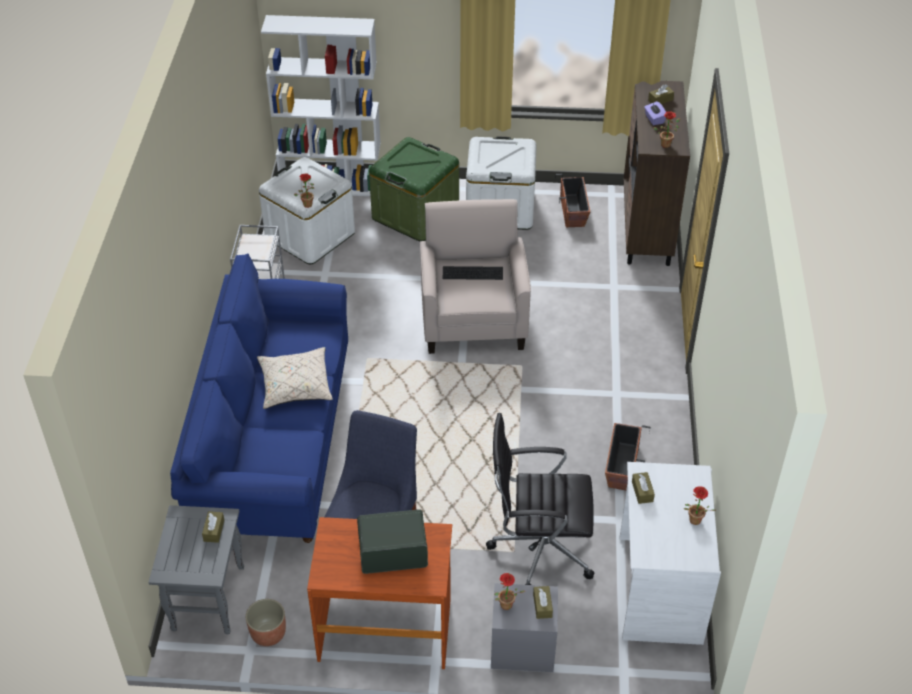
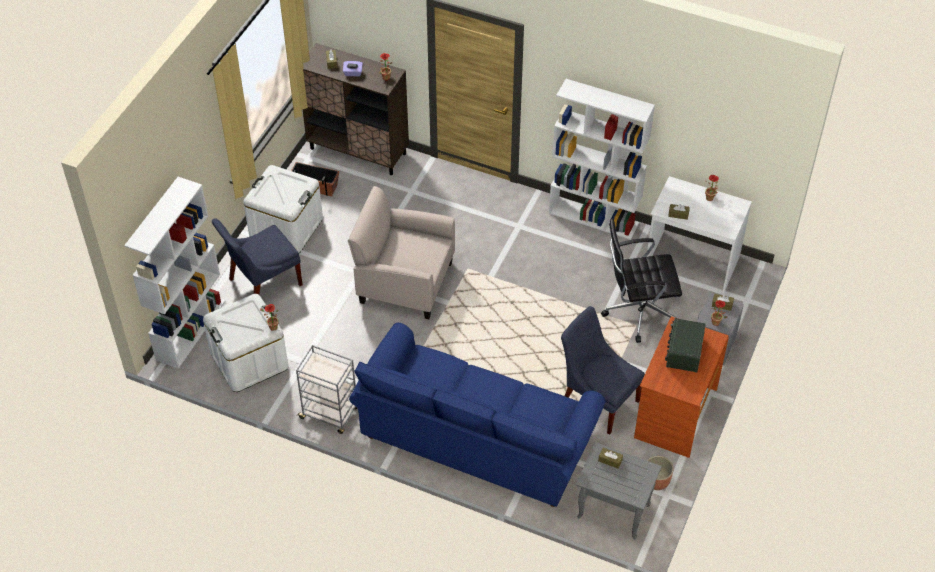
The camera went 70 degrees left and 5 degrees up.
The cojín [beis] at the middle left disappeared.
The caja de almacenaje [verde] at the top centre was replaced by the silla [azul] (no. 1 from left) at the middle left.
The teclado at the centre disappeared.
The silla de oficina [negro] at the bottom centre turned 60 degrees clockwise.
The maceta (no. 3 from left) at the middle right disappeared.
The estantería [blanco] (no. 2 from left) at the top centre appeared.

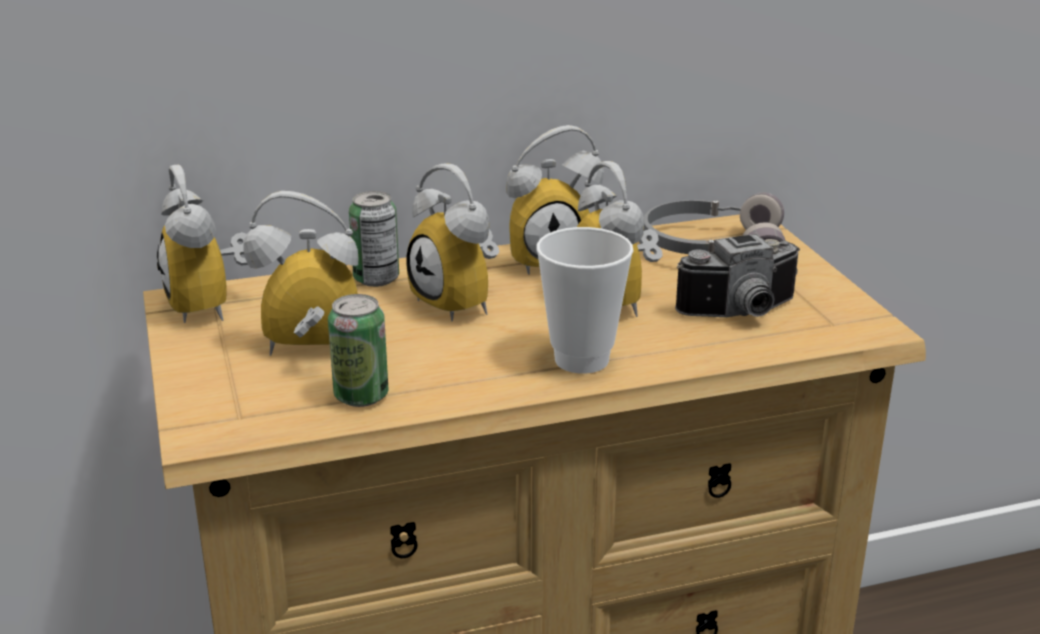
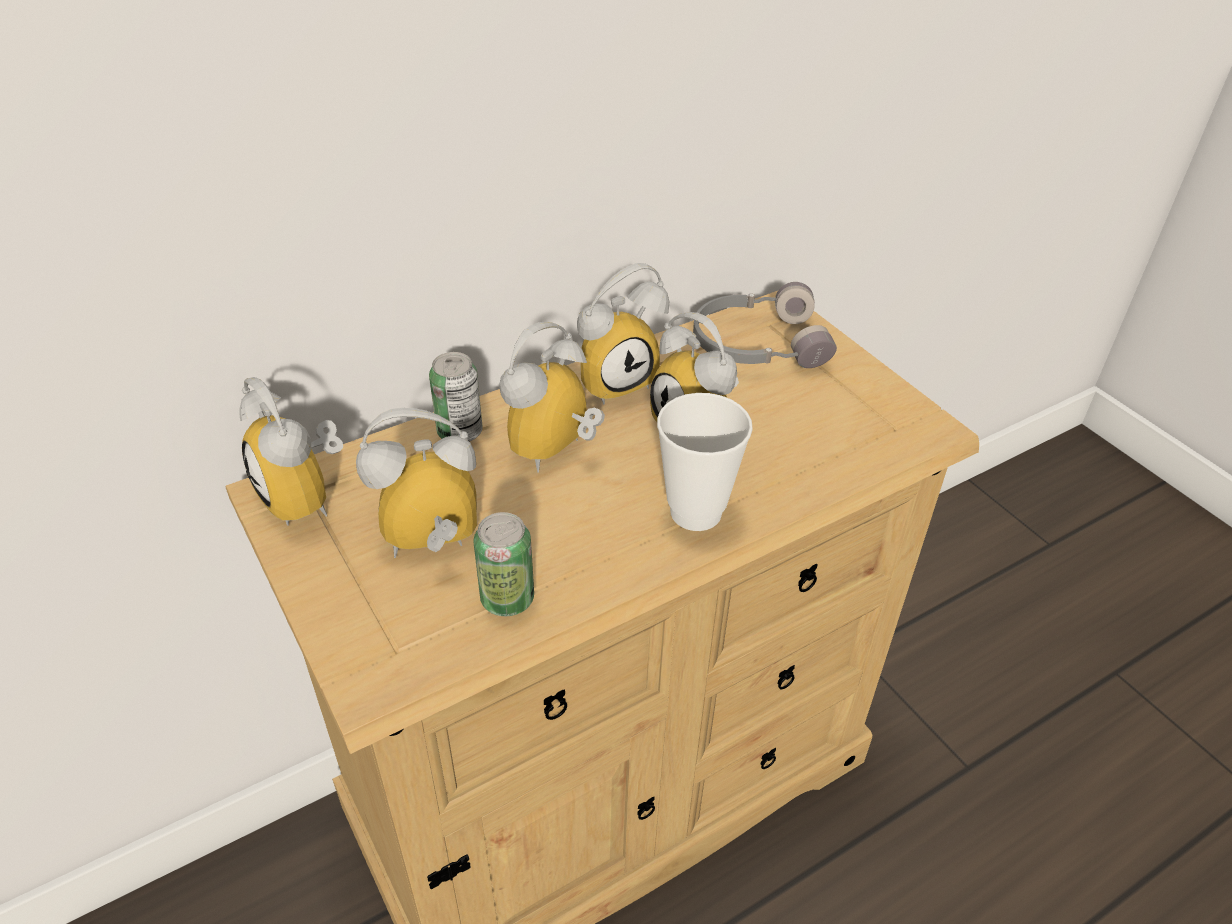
The camera went 15 degrees left and 15 degrees up.
The despertador (no. 3 from left) at the centre turned 90 degrees clockwise.
The cámara at the middle right disappeared.

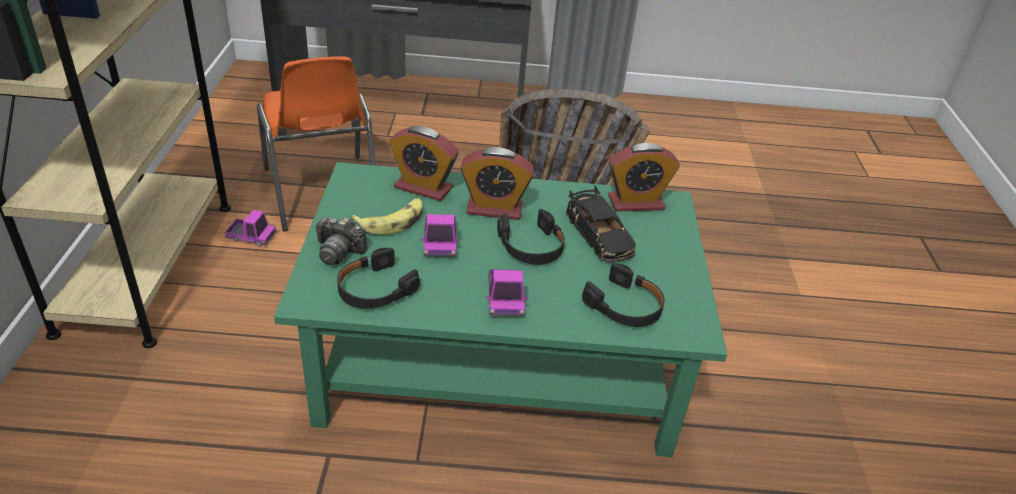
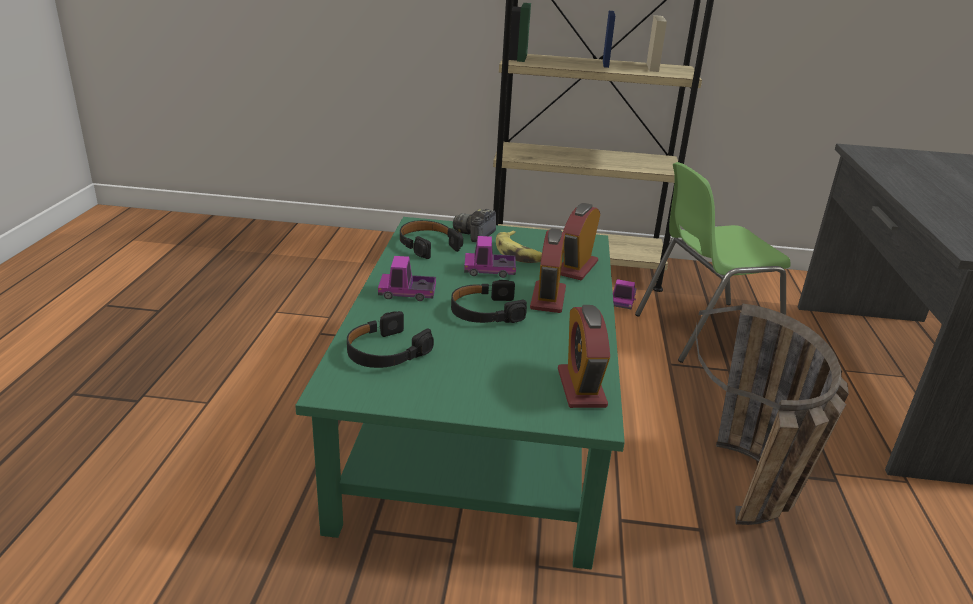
The camera went 95 degrees right and 10 degrees down.
The silla [naranja] at the top left became the silla [verde] at the middle right.
The coche de juguete [negro] at the centre disappeared.

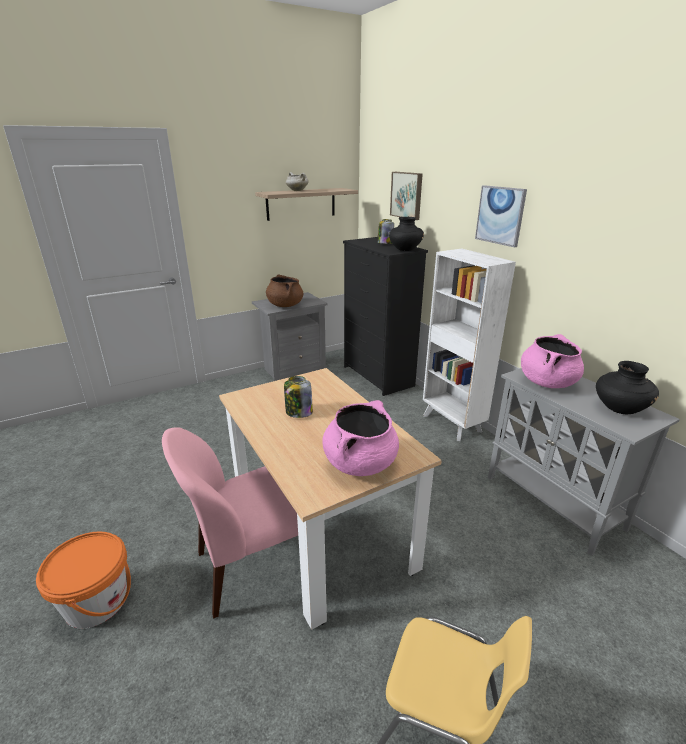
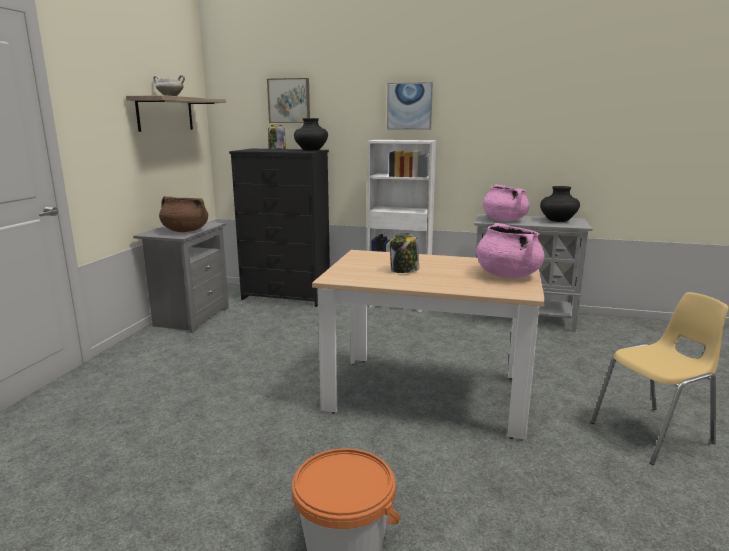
The camera went 45 degrees left and 10 degrees down.
The silla [rosa] at the bottom centre disappeared.

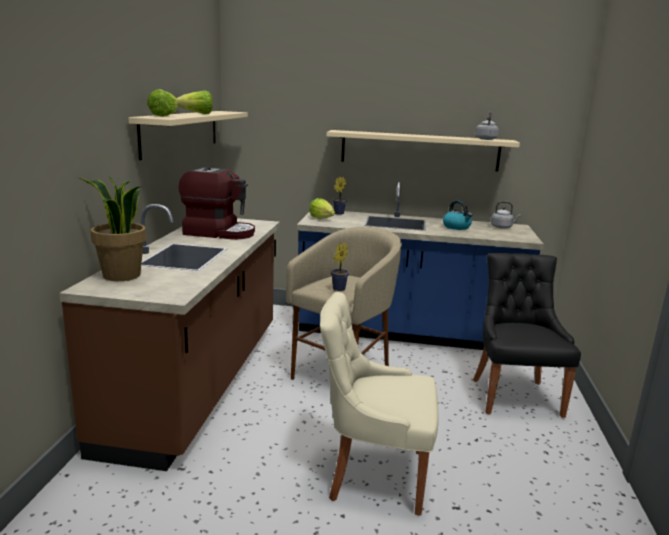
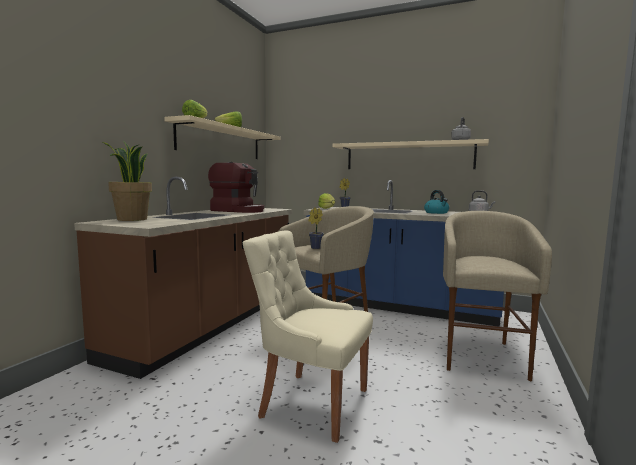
The camera went 15 degrees right and 10 degrees down.
The silla [negro] at the middle right was replaced by the taburete [beis] (no. 2 from left) at the middle right.

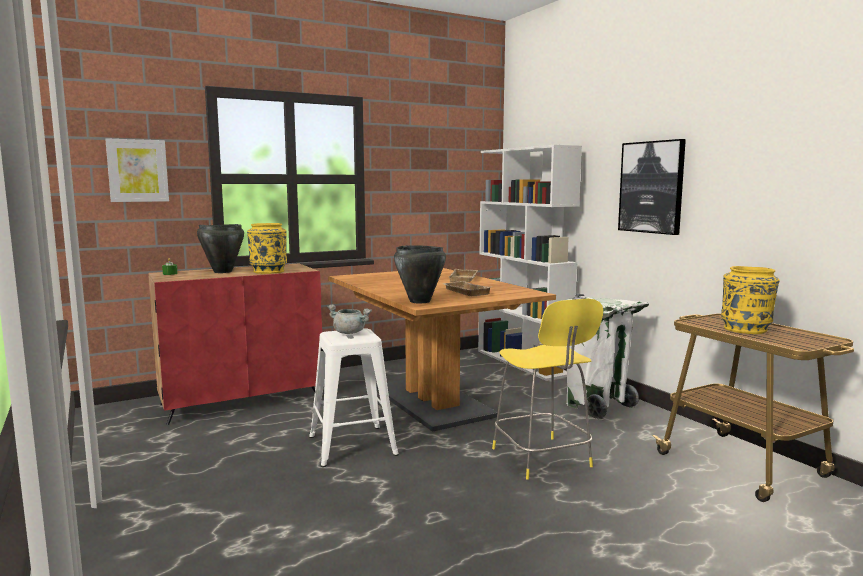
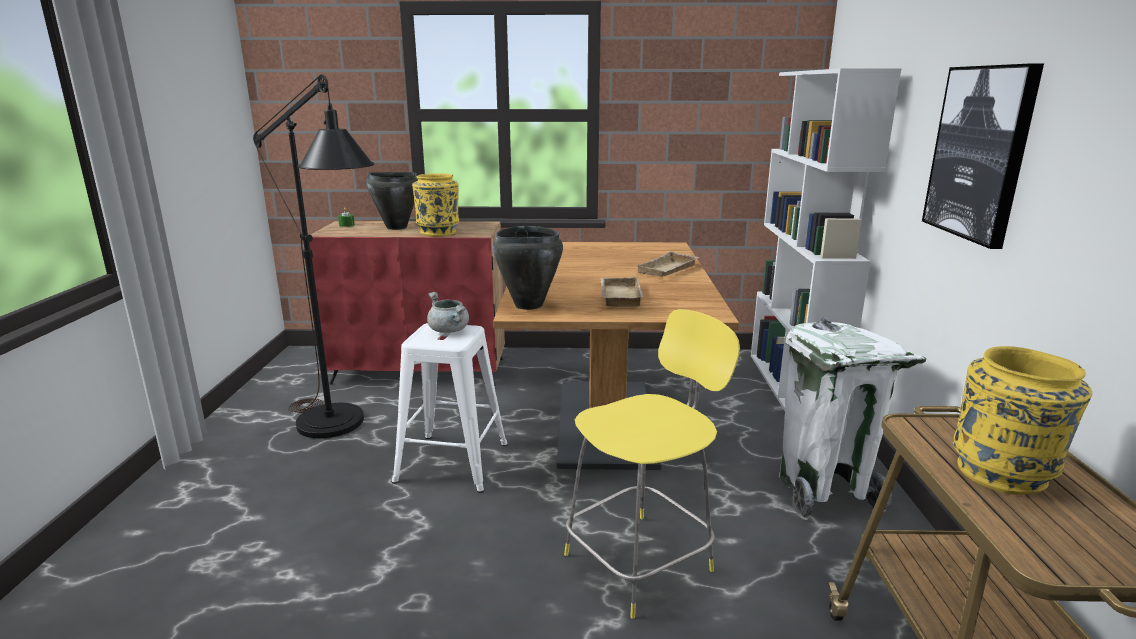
The camera went 30 degrees right and 10 degrees up.
The cuadro (no. 1 from left) at the top left disappeared.
The silla [amarillo] at the bottom centre turned 135 degrees counterclockwise.
The lámpara de pie [negro] at the middle left appeared.

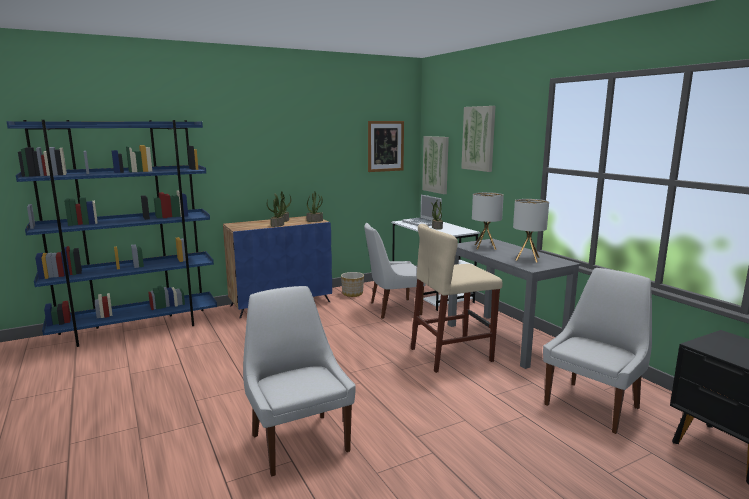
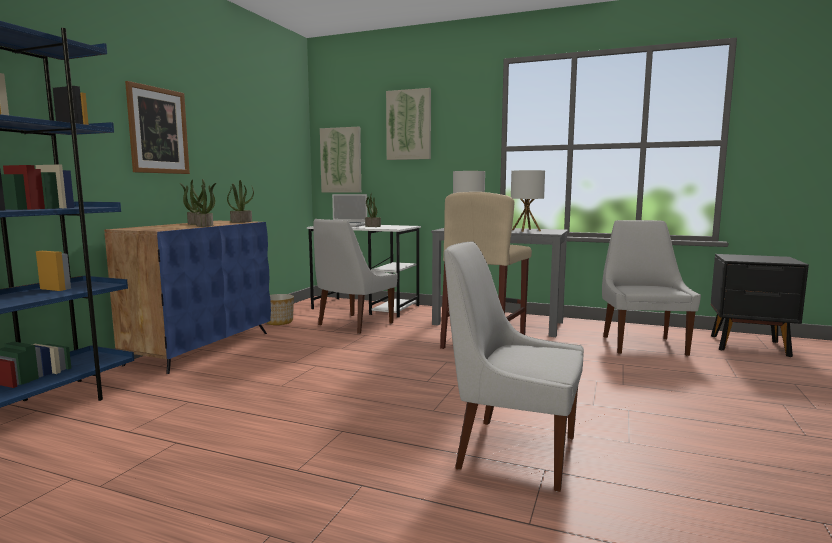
The camera went 40 degrees left and 5 degrees down.
The cuadro (no. 1 from left) moved from the top centre to the top left.

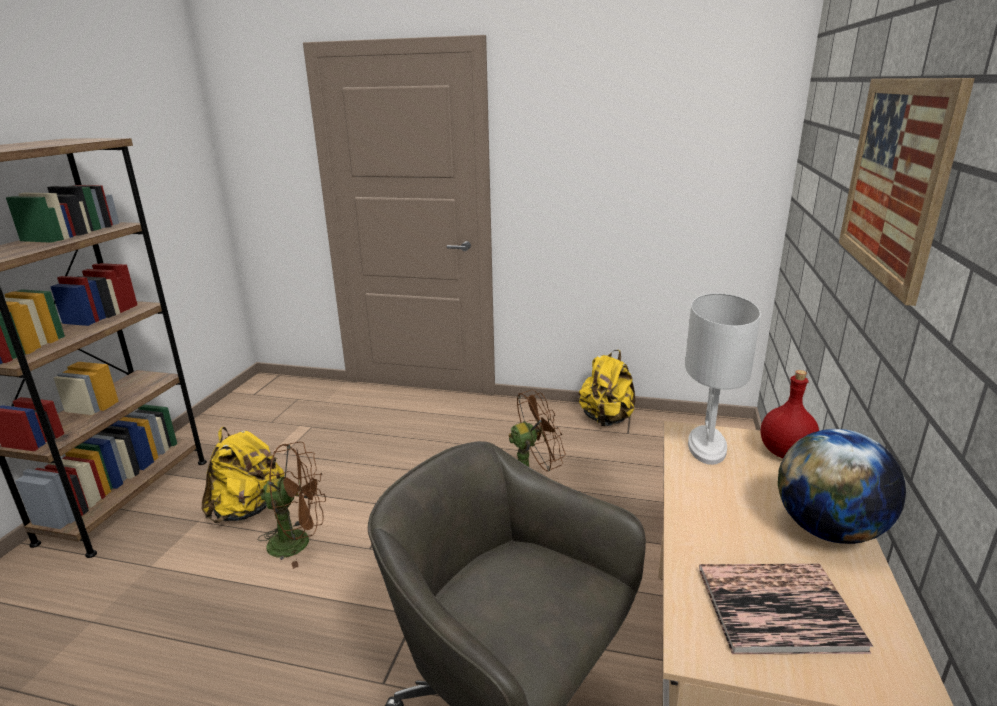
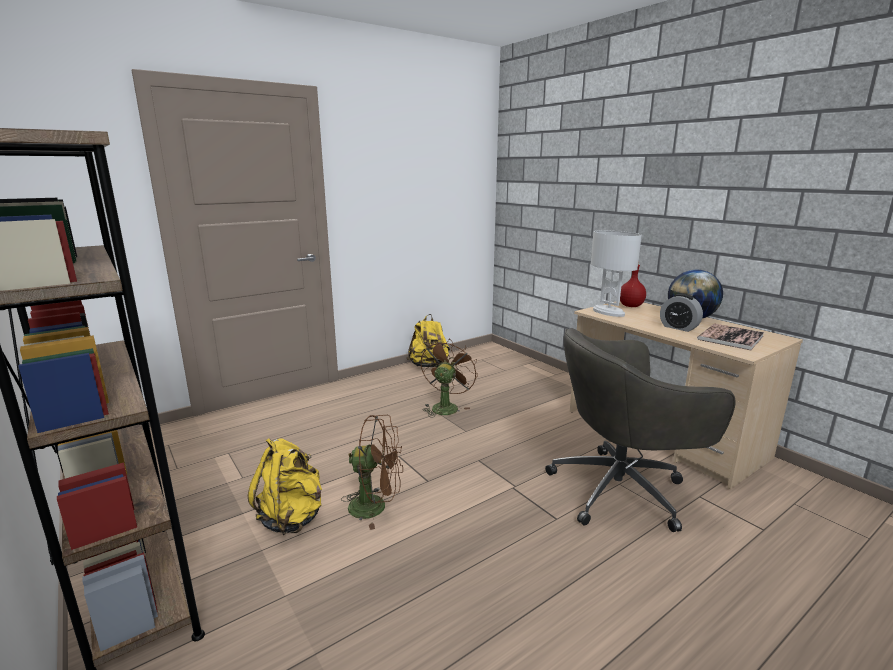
The camera went 50 degrees left and 5 degrees down.
The ventilador [marrón] (no. 1 from left) at the bottom left turned 60 degrees clockwise.
The cuadro at the top right disappeared.
The despertador at the middle right appeared.

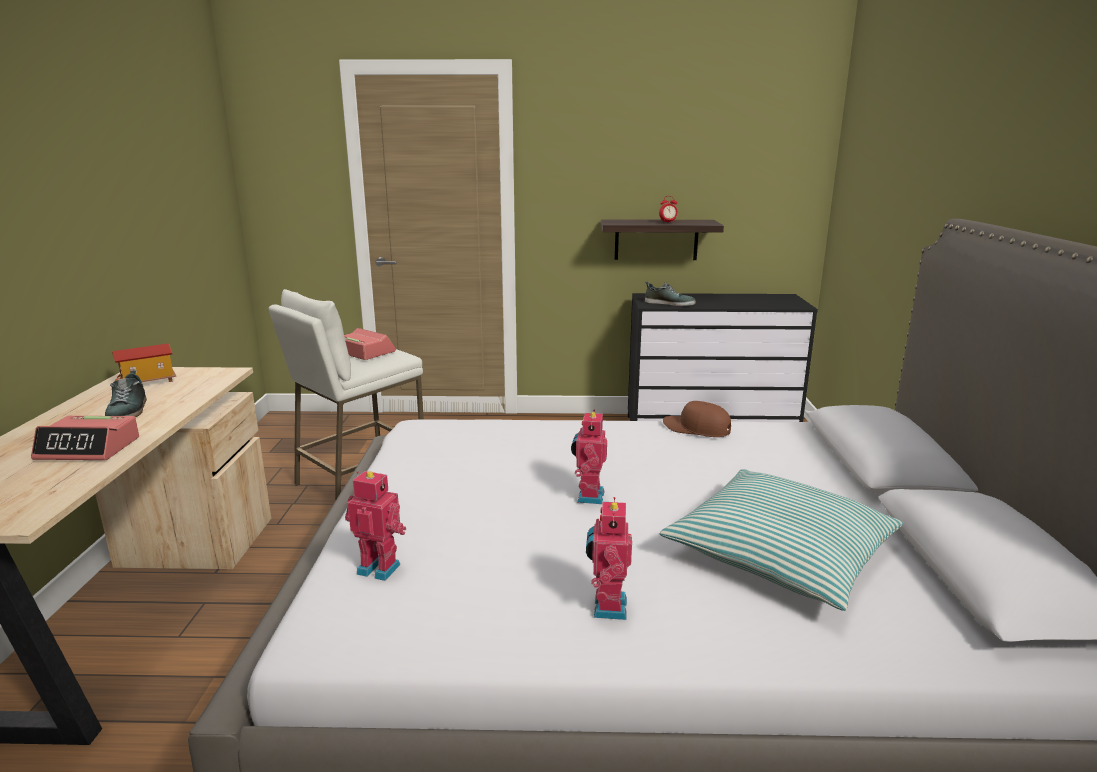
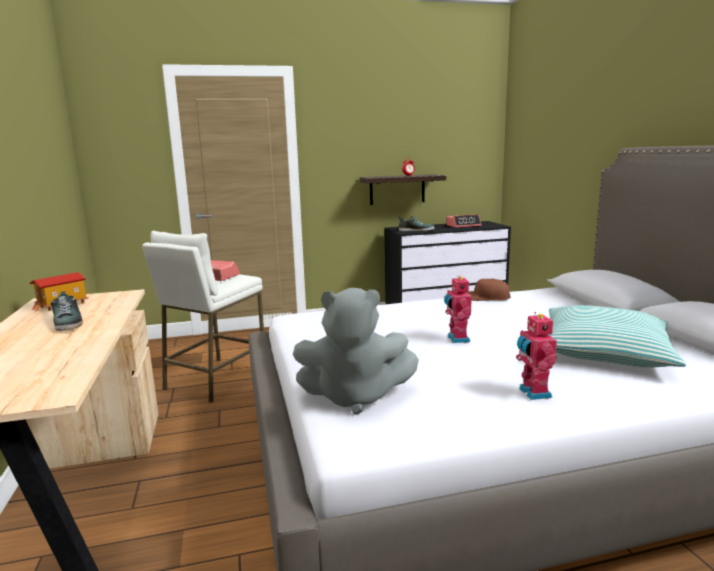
The camera went 15 degrees left and 5 degrees down.
The despertador (no. 1 from left in the first image) moved from the middle left to the centre.
The robot de juguete (no. 1 from left) at the bottom centre was replaced by the peluche [gris] at the centre.

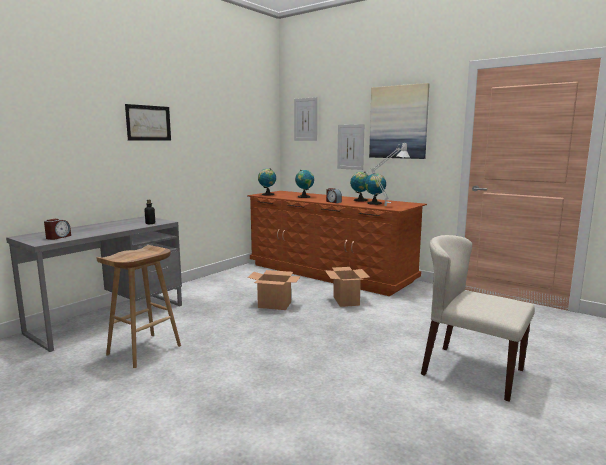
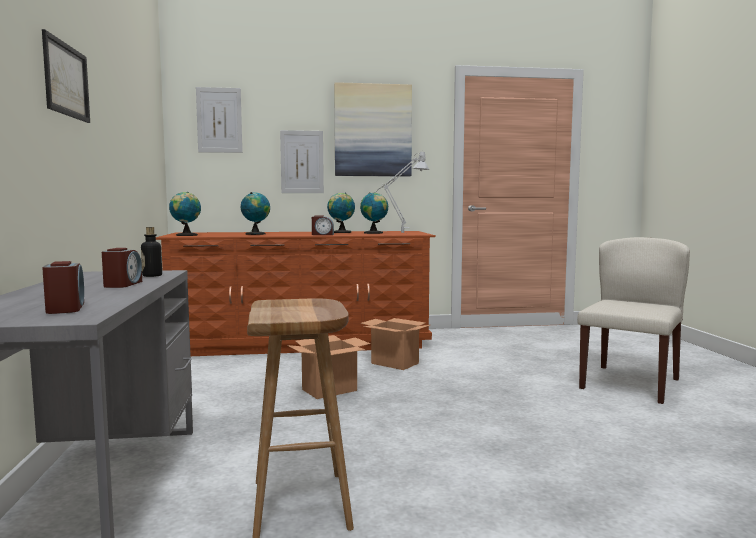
The camera went 45 degrees left and 5 degrees down.
The silla [beis] at the bottom right turned 135 degrees clockwise.
The despertador (no. 2 from left) at the middle left appeared.

